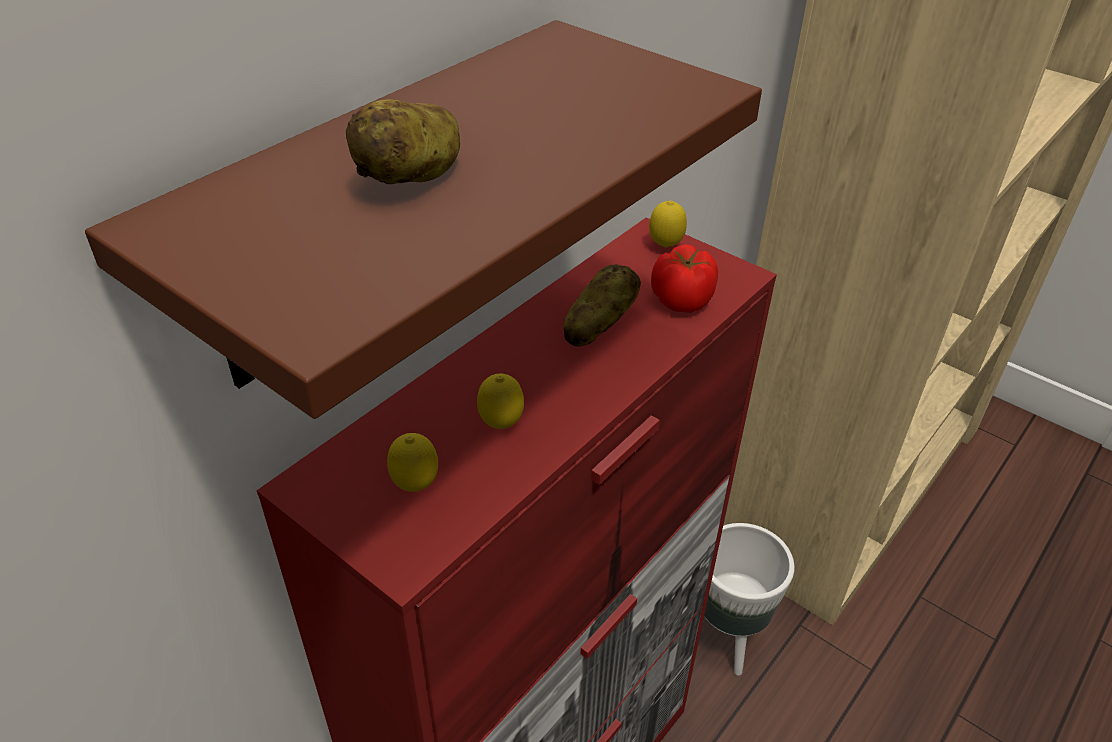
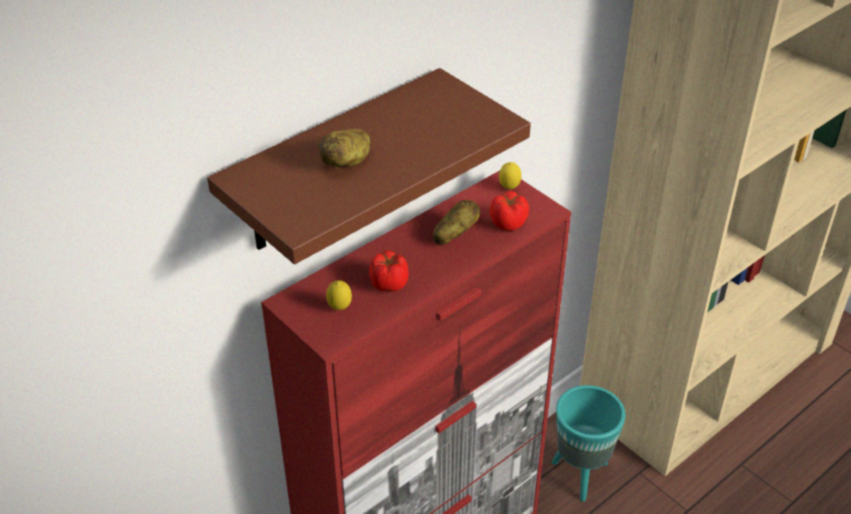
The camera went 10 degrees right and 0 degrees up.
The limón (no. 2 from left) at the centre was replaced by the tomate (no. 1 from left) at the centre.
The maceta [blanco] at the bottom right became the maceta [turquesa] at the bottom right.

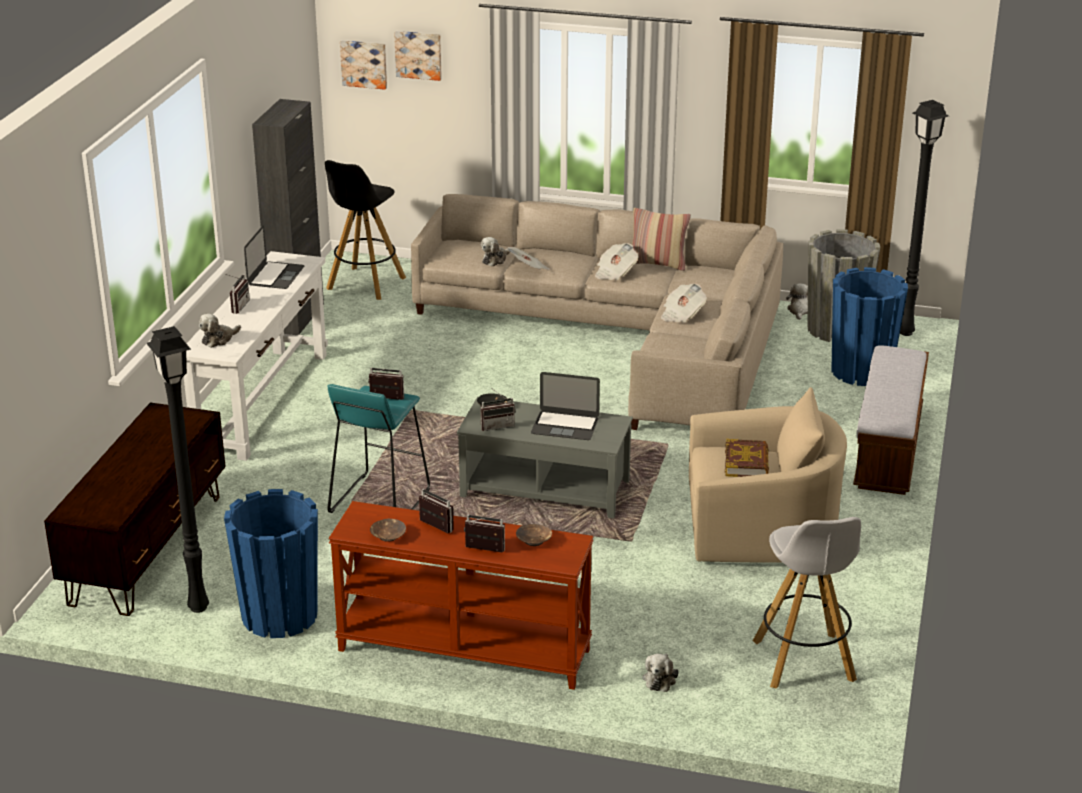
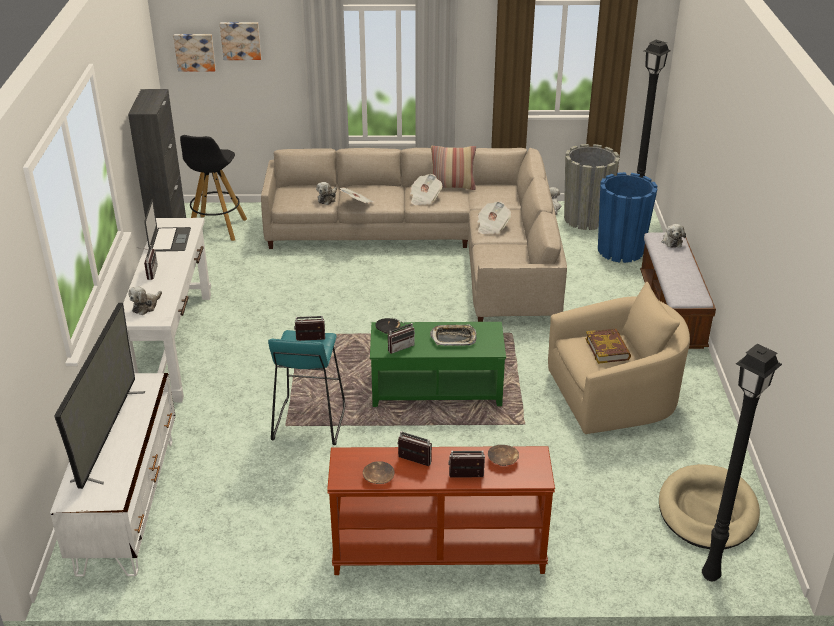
The camera went 15 degrees left and 5 degrees up.
The mueble de televisión [marrón] at the middle left became the mueble de televisión [blanco] at the bottom left.
The lámpara de pie [negro] (no. 1 from left in the first image) moved from the middle left to the bottom right.
The maceta [azul] (no. 1 from left) at the bottom left disappeared.
The mesa de centro [gris] at the centre became the mesa de centro [verde] at the centre.
The portátil (no. 2 from left) at the centre was replaced by the bandeja at the centre.
The peluche (no. 3 from left in the first image) moved from the bottom centre to the middle right.
The taburete [blanco] at the bottom right was replaced by the cama para perro [beis] at the bottom right.
The televisor at the middle left appeared.

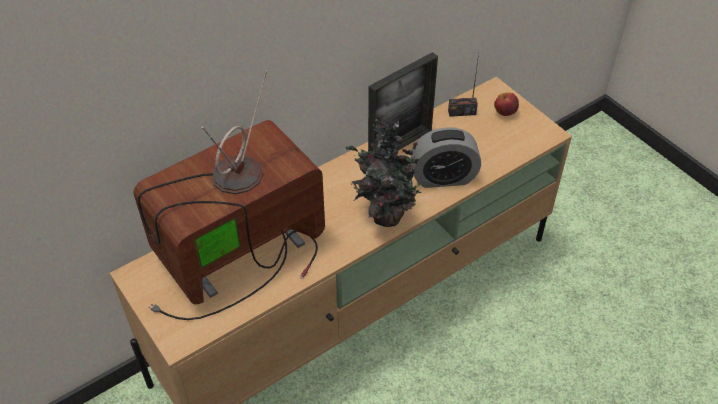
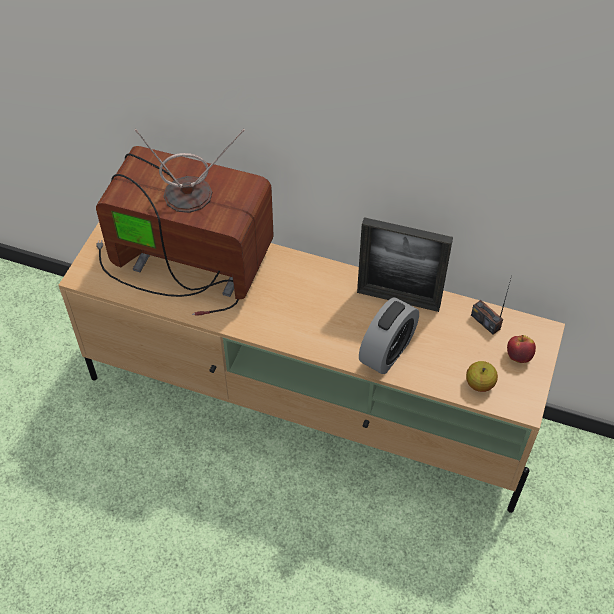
The camera went 55 degrees right and 5 degrees up.
The planta en maceta at the centre disappeared.
The despertador at the centre turned 105 degrees counterclockwise.
The manzana (no. 1 from left) at the middle right appeared.

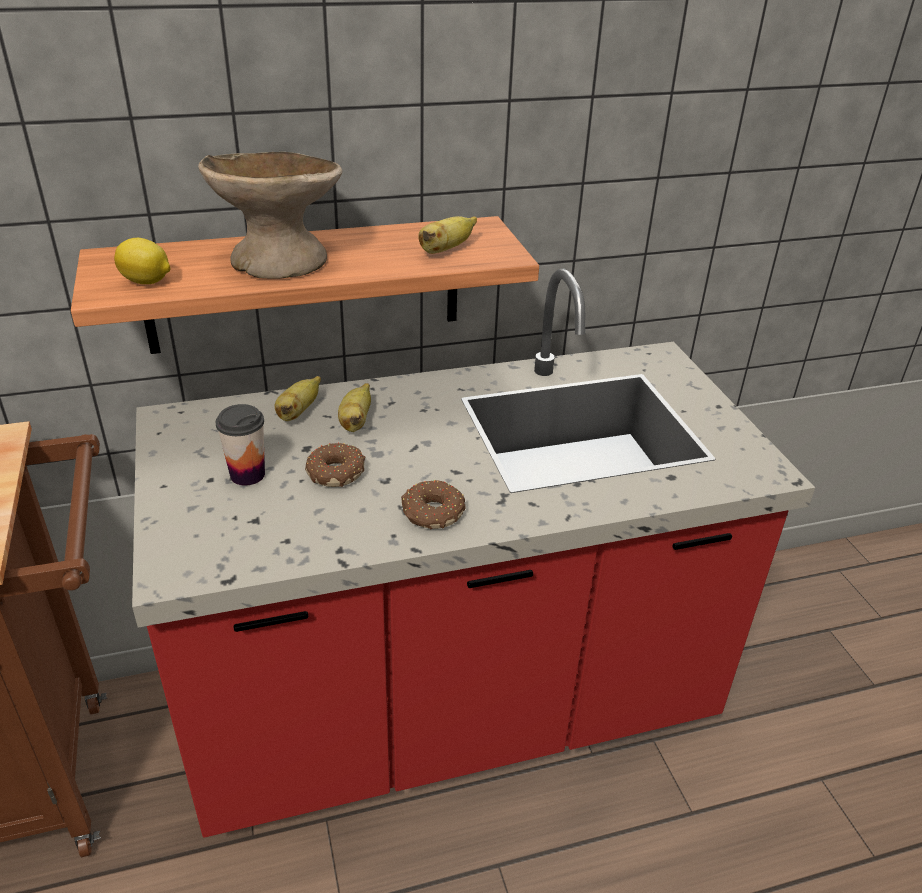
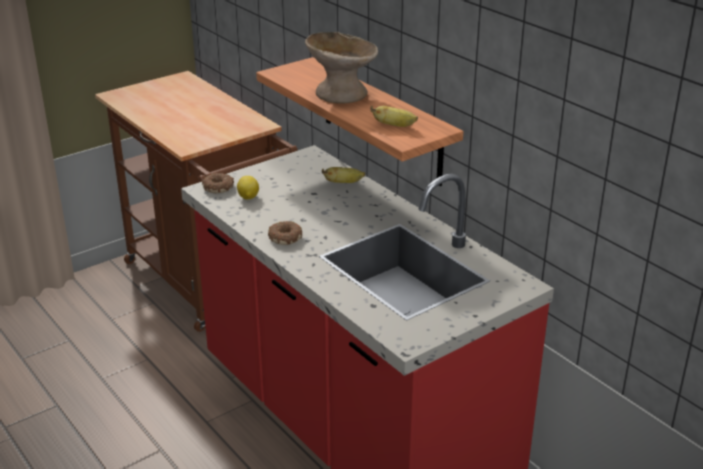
The camera went 70 degrees right and 5 degrees down.
The limón moved from the top left to the centre.
The taza at the middle left disappeared.
The rosquilla (no. 1 from left) moved from the centre to the middle left.
The plátano (no. 2 from left) at the centre disappeared.

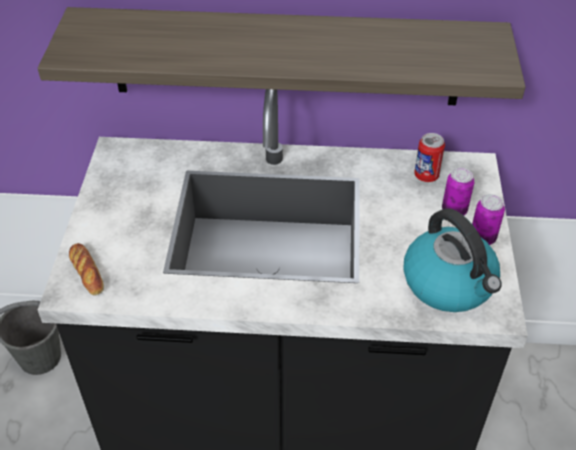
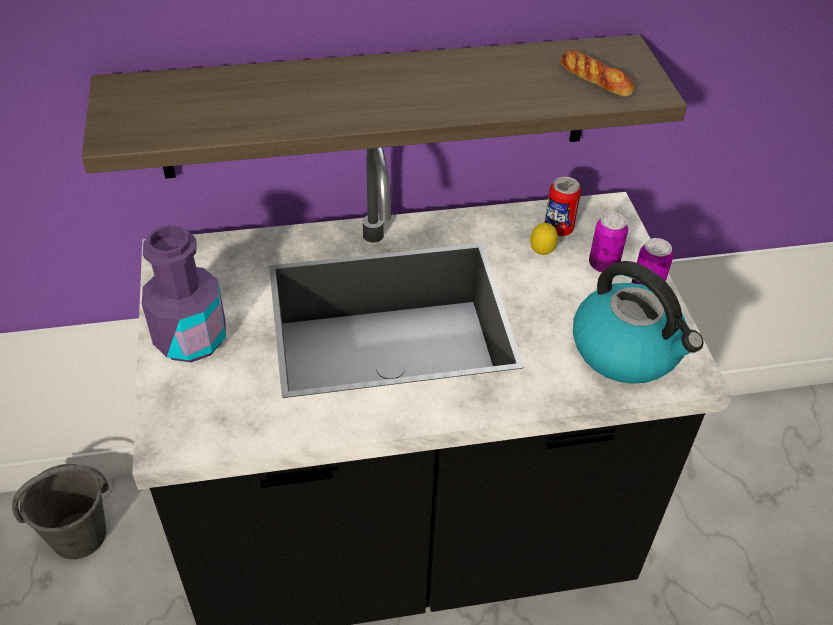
The camera went 15 degrees left and 0 degrees up.
The pan moved from the middle left to the top right.
The botella [morado] at the middle left appeared.
The limón at the centre appeared.

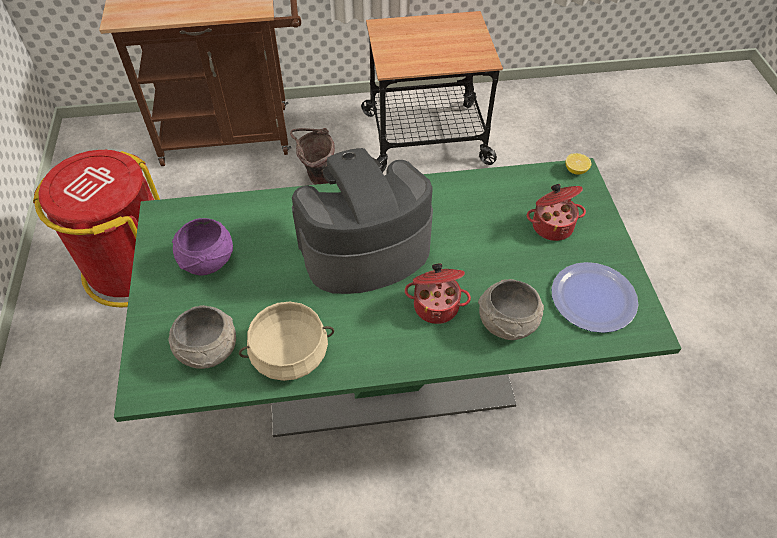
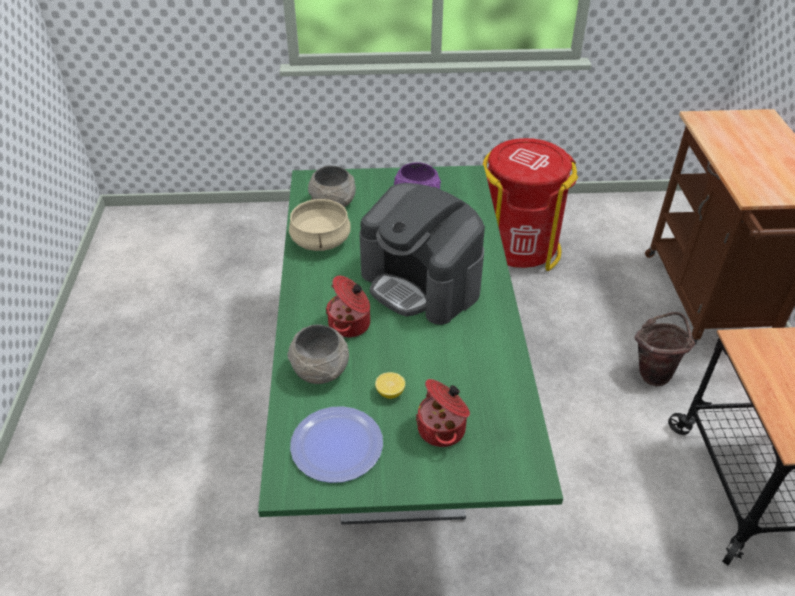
The camera went 95 degrees right and 10 degrees down.
The cafetera at the centre turned 150 degrees clockwise.
The limón moved from the top right to the centre.

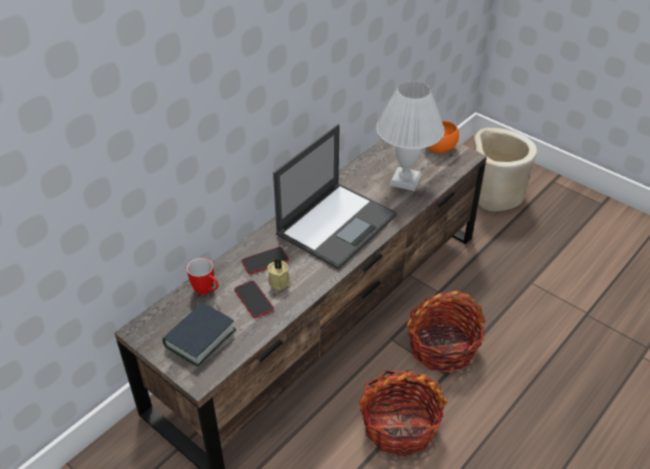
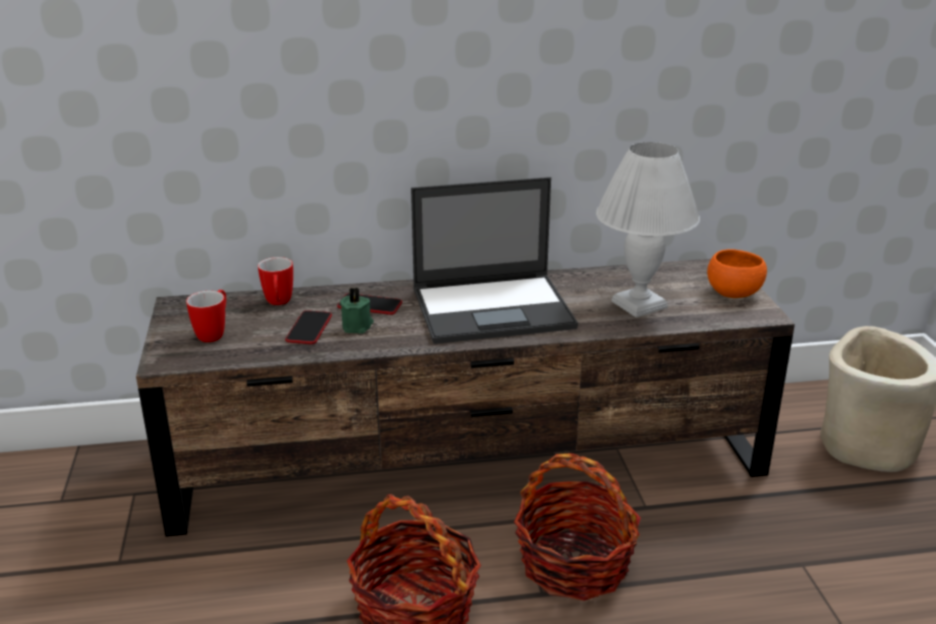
The camera went 40 degrees right and 15 degrees down.
The libro at the bottom left was replaced by the taza grande (no. 1 from left) at the middle left.
The vela [beis] at the centre became the vela [verde] at the centre.

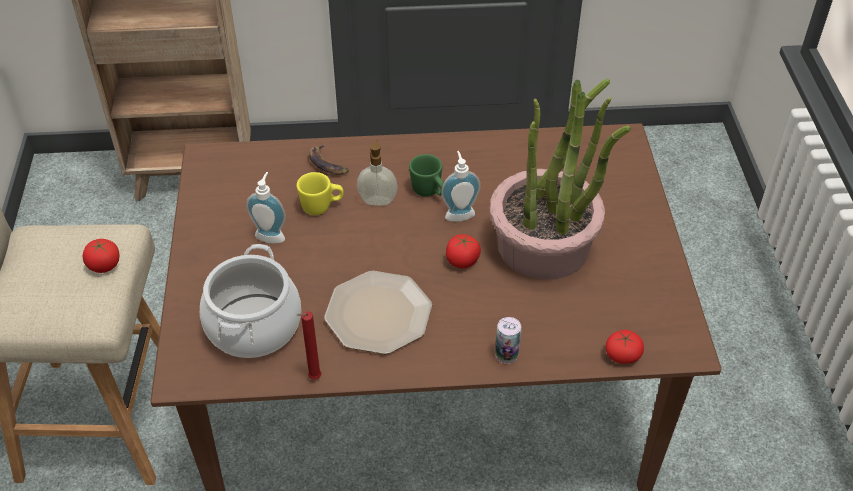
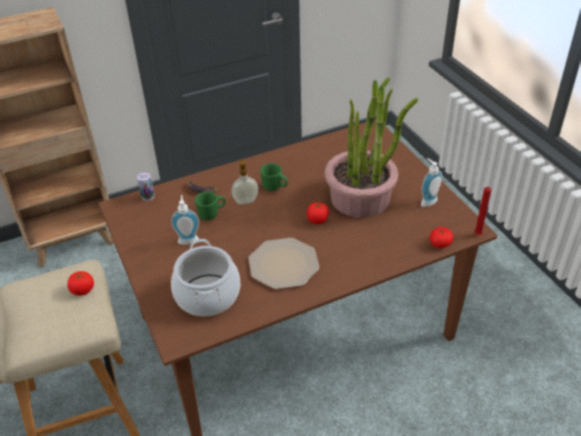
The camera went 20 degrees left and 5 degrees down.
The taza grande [amarillo] at the centre became the taza grande [verde] (no. 1 from left) at the centre.
The vela [rojo] moved from the bottom centre to the middle right.
The dispensador de jabón (no. 3 from left) moved from the centre to the middle right.
The lata moved from the bottom centre to the middle left.

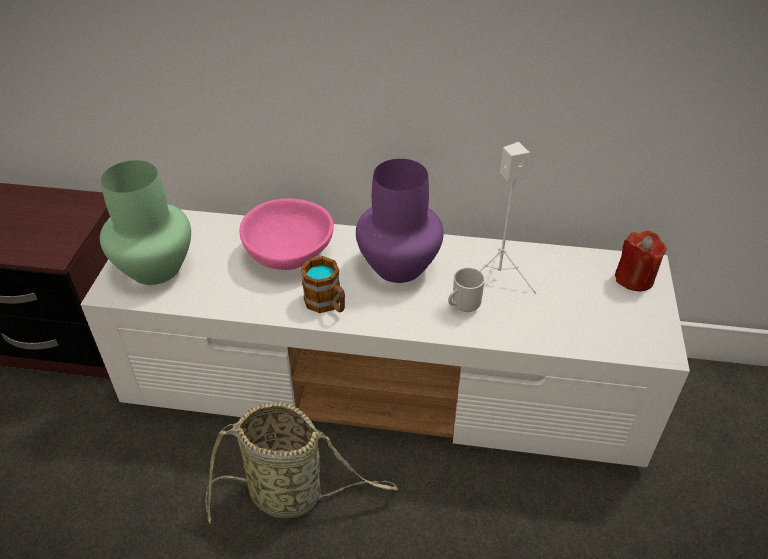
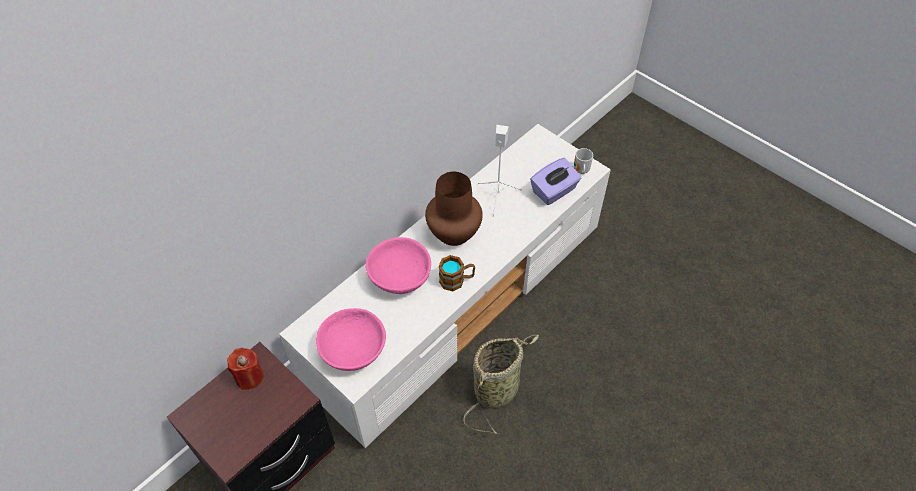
The camera went 55 degrees left and 10 degrees up.
The florero [verde] at the middle left was replaced by the cuenco [rosa] (no. 1 from left) at the bottom centre.
The florero [morado] at the centre became the florero [marrón] at the centre.
The taza grande (no. 2 from left) moved from the centre to the top centre.
The vela [rojo] moved from the middle right to the bottom left.
The caja de pañuelos [morado] at the centre appeared.

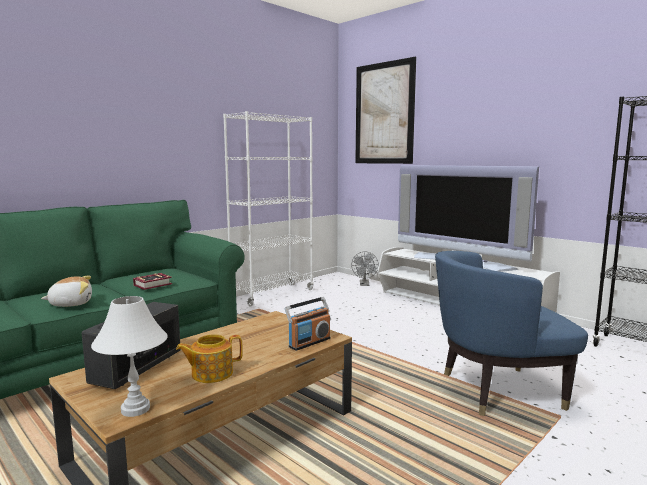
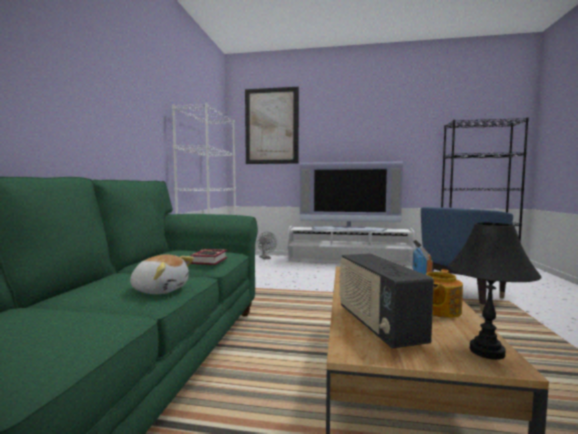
The camera went 35 degrees left and 5 degrees down.
The peluche at the middle left turned 75 degrees clockwise.
The lámpara de mesa [blanco] at the bottom left became the lámpara de mesa [negro] at the bottom right.

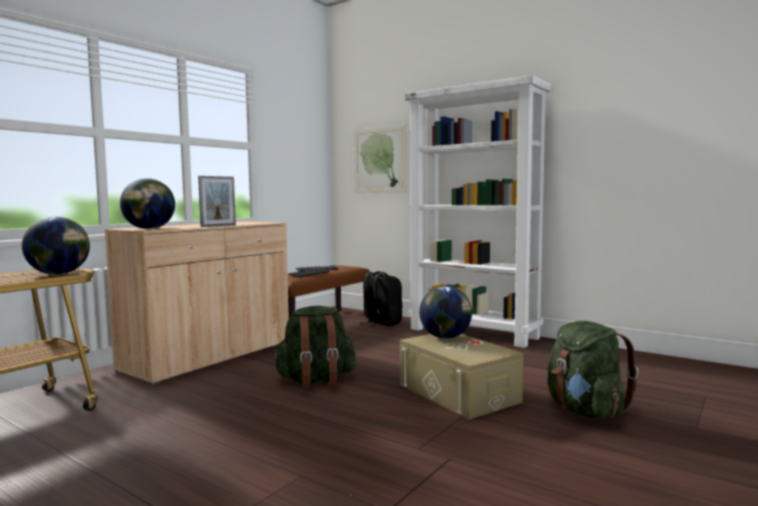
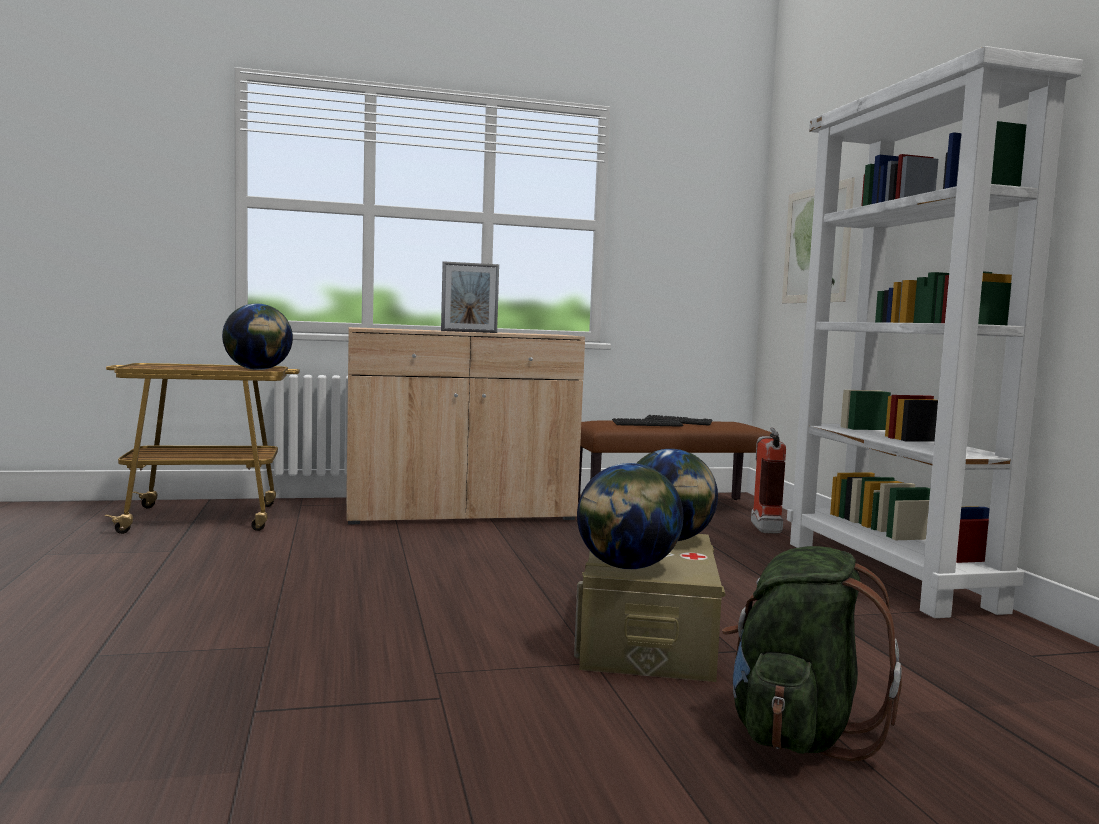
The camera went 40 degrees right and 0 degrees up.
The globo terráqueo (no. 2 from left) moved from the middle left to the centre.
The mochila [verde] (no. 1 from left) at the bottom centre disappeared.
The mochila [negro] at the centre was replaced by the extintor at the middle right.

